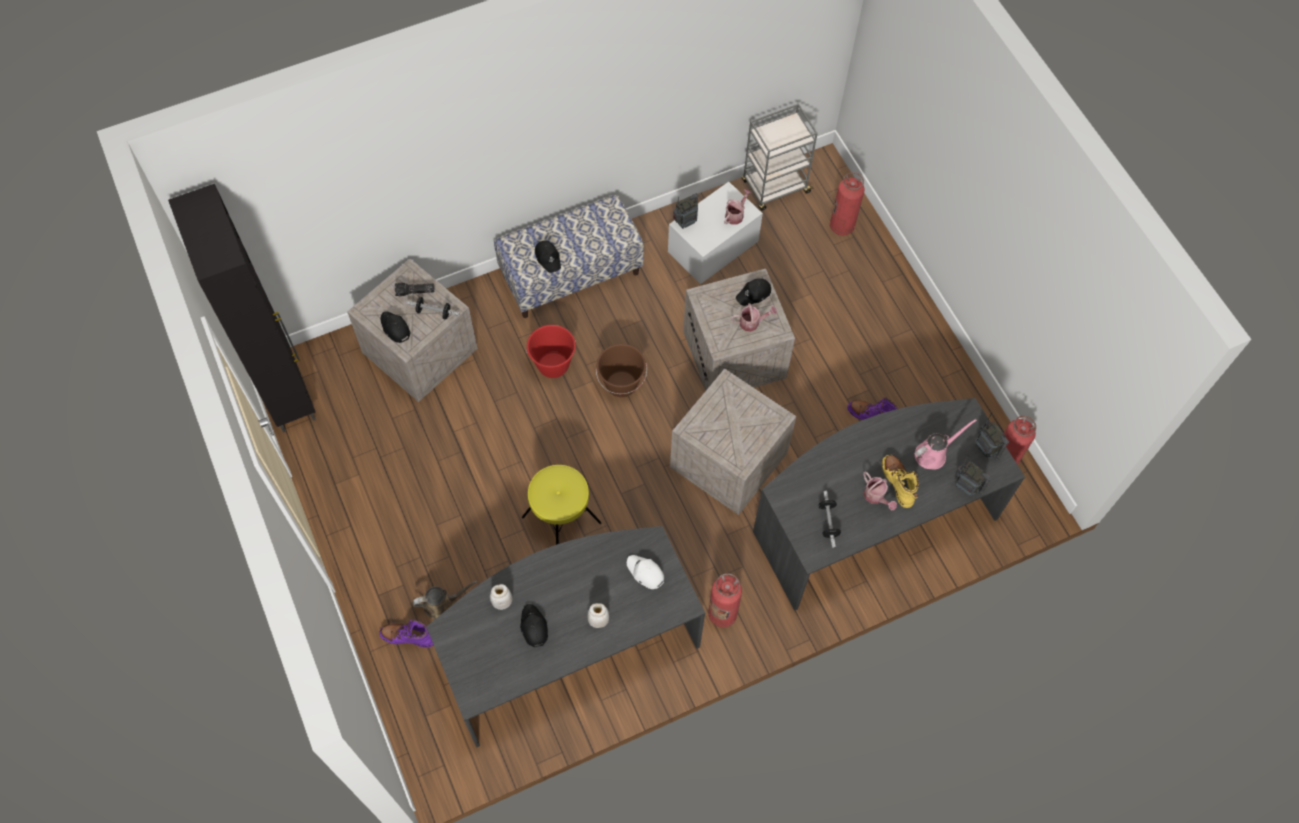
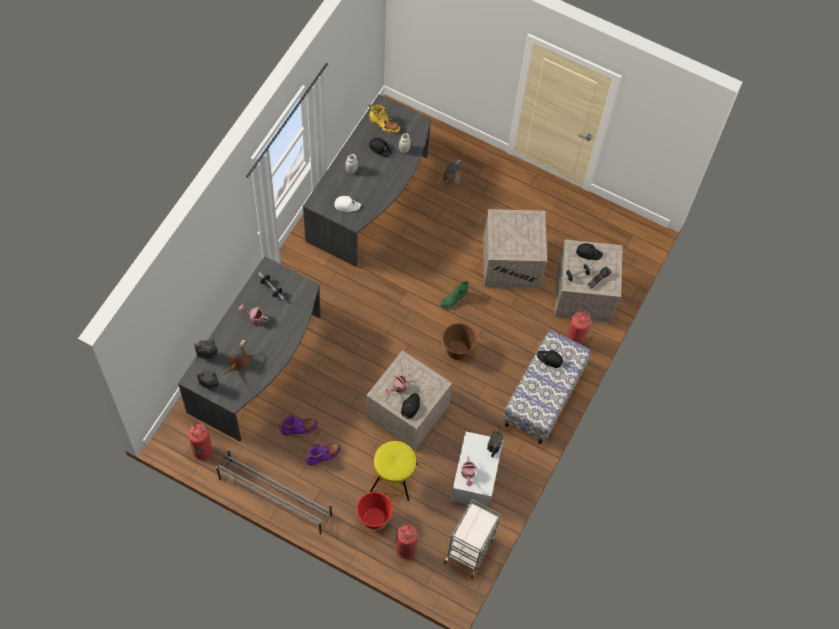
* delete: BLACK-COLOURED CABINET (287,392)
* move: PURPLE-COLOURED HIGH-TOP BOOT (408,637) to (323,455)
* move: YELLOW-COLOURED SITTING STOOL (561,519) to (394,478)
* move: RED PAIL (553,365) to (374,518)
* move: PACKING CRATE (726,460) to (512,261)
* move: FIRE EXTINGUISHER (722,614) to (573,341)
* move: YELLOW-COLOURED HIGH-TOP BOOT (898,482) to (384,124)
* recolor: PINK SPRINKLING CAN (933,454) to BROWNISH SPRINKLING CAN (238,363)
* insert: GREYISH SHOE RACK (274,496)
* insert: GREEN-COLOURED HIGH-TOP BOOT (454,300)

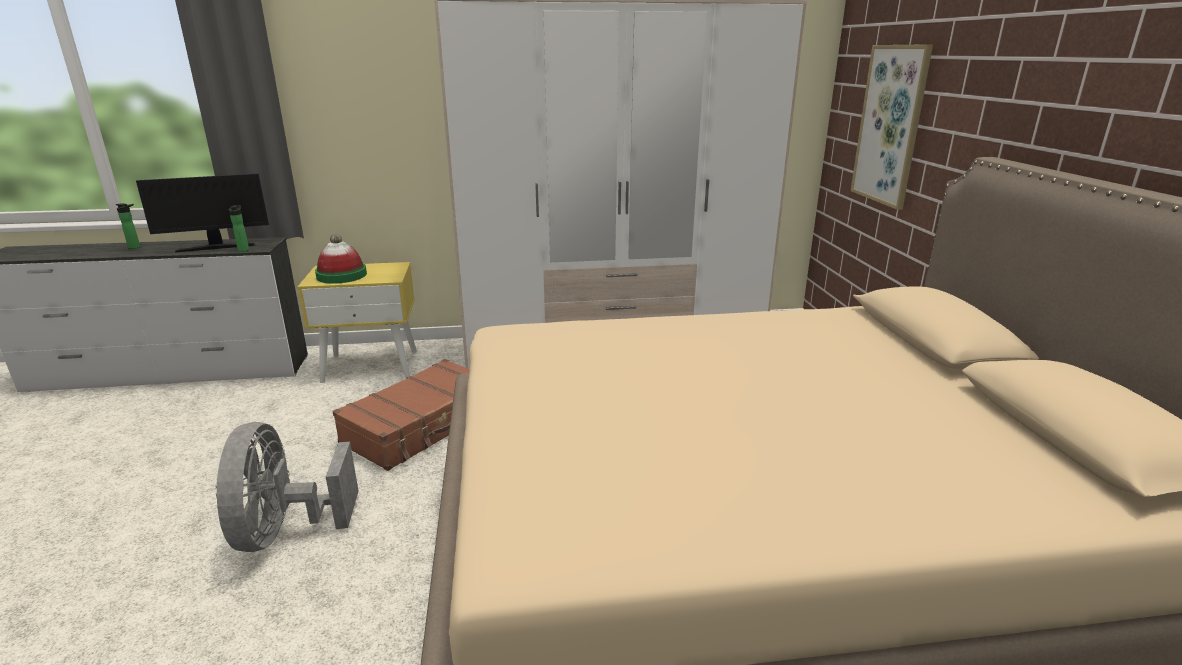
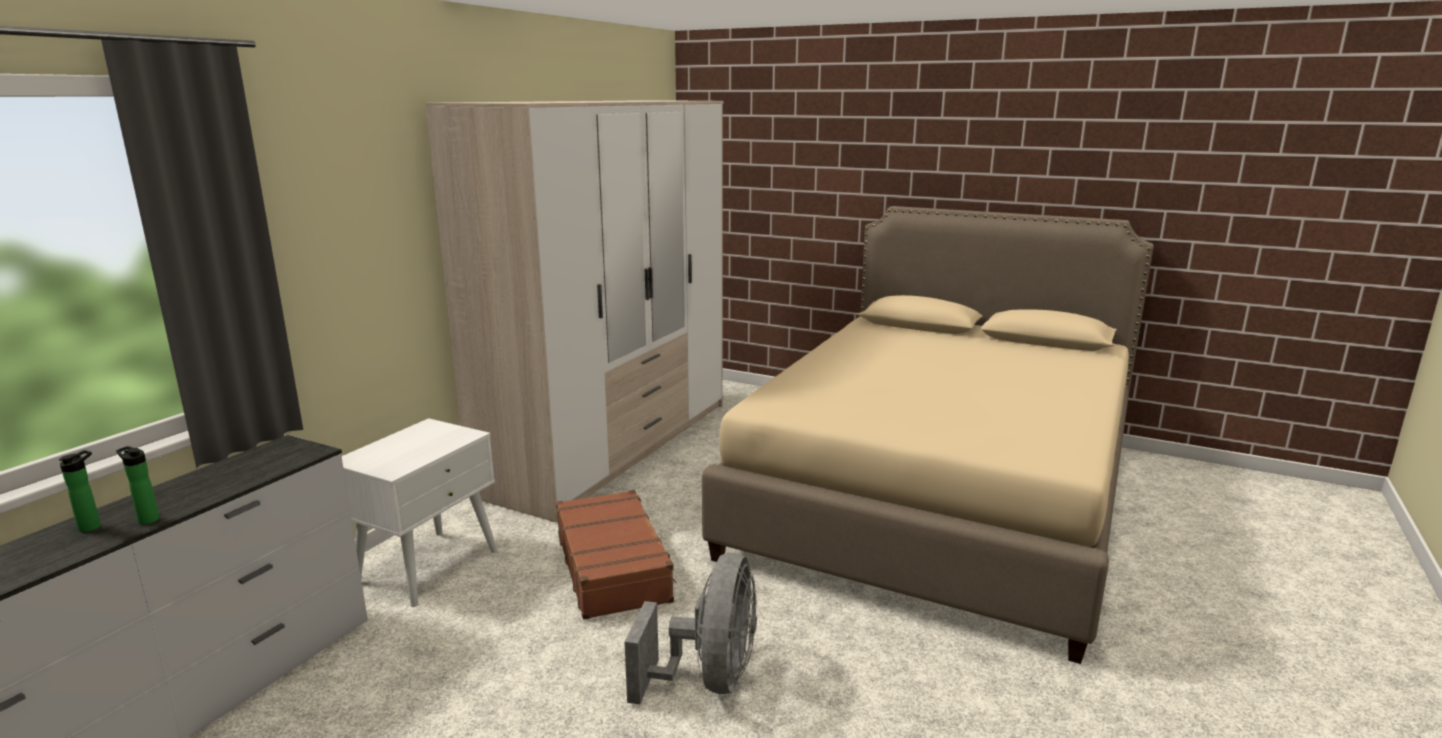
* delete: MONITOR (216,247)
* rotate: GREYISH COOLING FAN (285,531) = (709,678) 105 degrees counterclockwise
* move: BEVERAGE BOTTLE (244,250) to (147,519)
* recolor: YELLOW-COLOURED NIGHTSTAND (371,365) to WHITISH NIGHTSTAND (428,566)
* delete: WEARABLE HAT (341,275)
* delete: PICTURE (890,125)

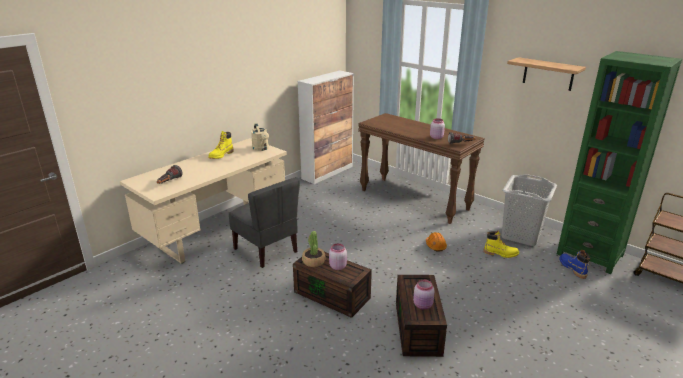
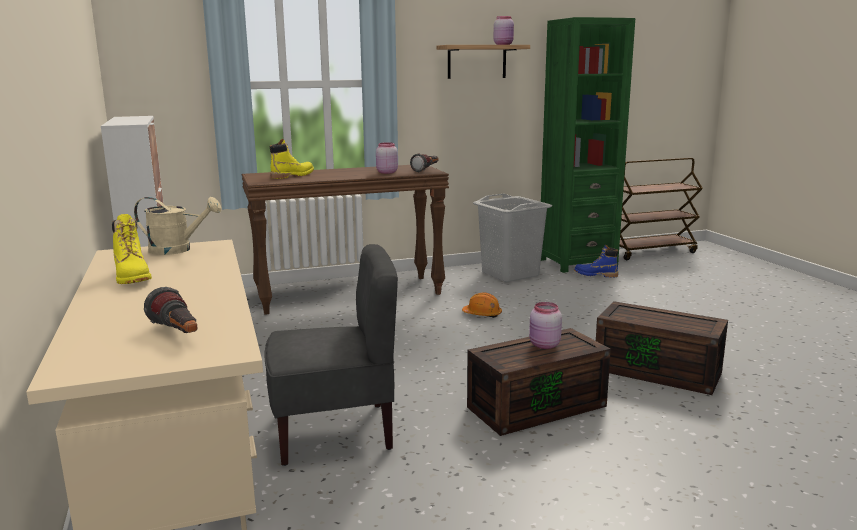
* delete: HOUSEPLANT (313,261)
* move: PINK STORAGE JAR (423,305) to (504,44)
* move: YELLOW-COLOURED HIGH-TOP BOOT (500,253) to (293,175)

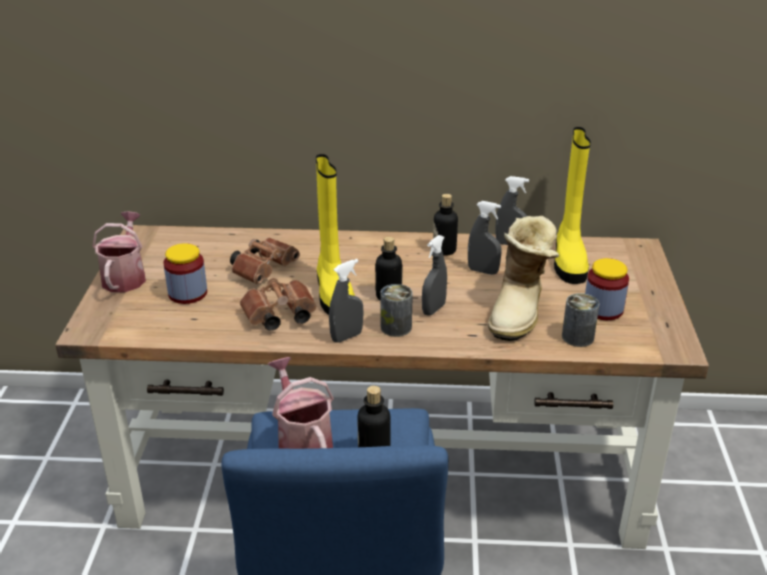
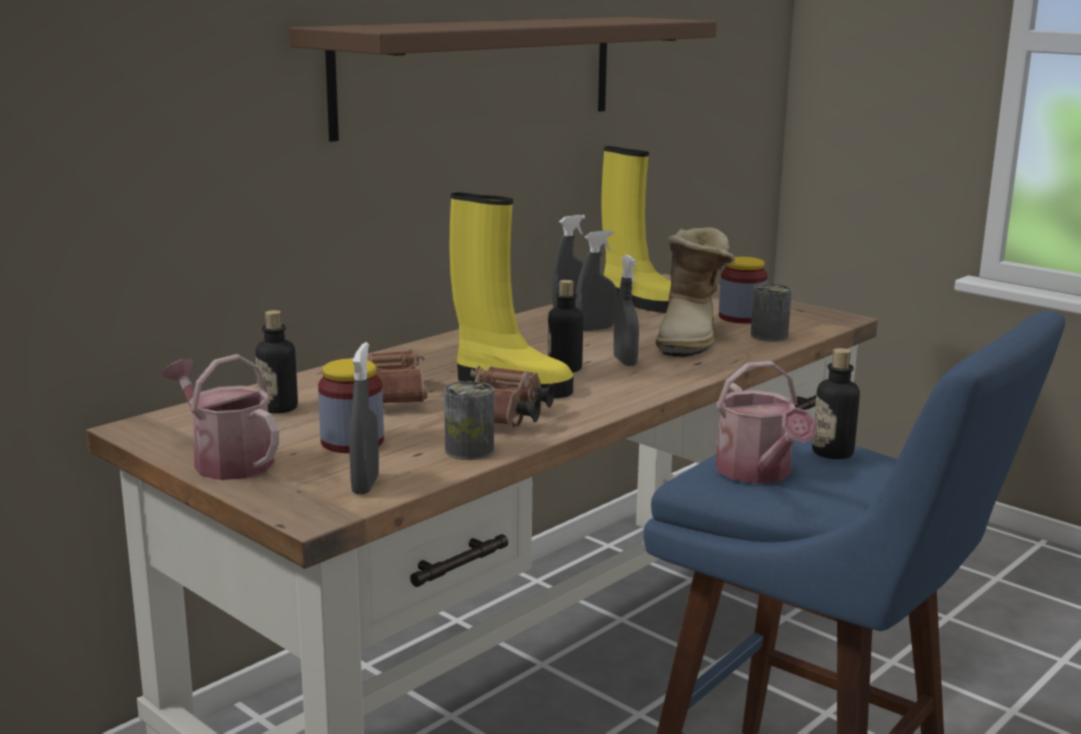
* rotate: SPRINKLING CAN (302,439) = (758,473) 120 degrees counterclockwise
* move: GREYISH SPRAY BOTTLE (347,336) to (365,485)
* move: METAL CAN (396,327) to (469,450)
* move: BEVERAGE BOTTLE (444,250) to (278,408)
* rotate: HIGH-TOP BOOT (520,311) = (692,338) 45 degrees clockwise
* insert: BROWNISH SHELF (480,73)

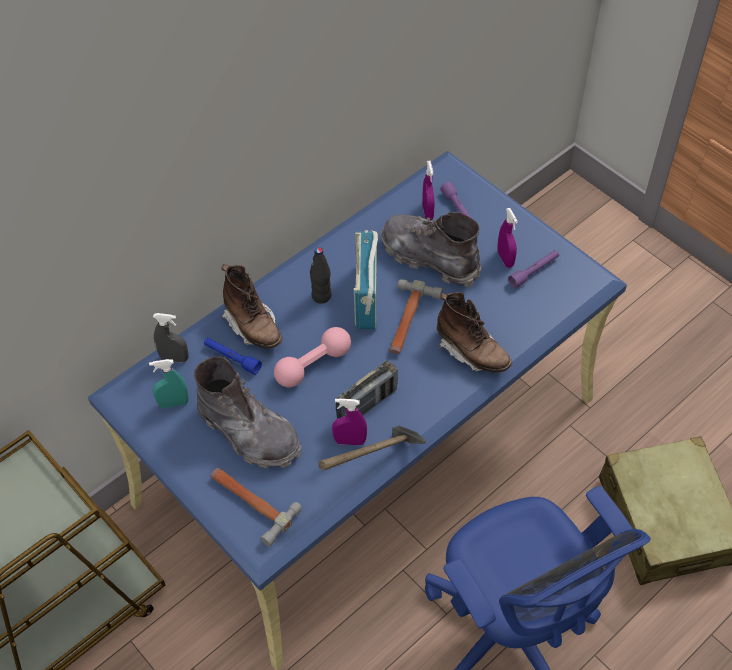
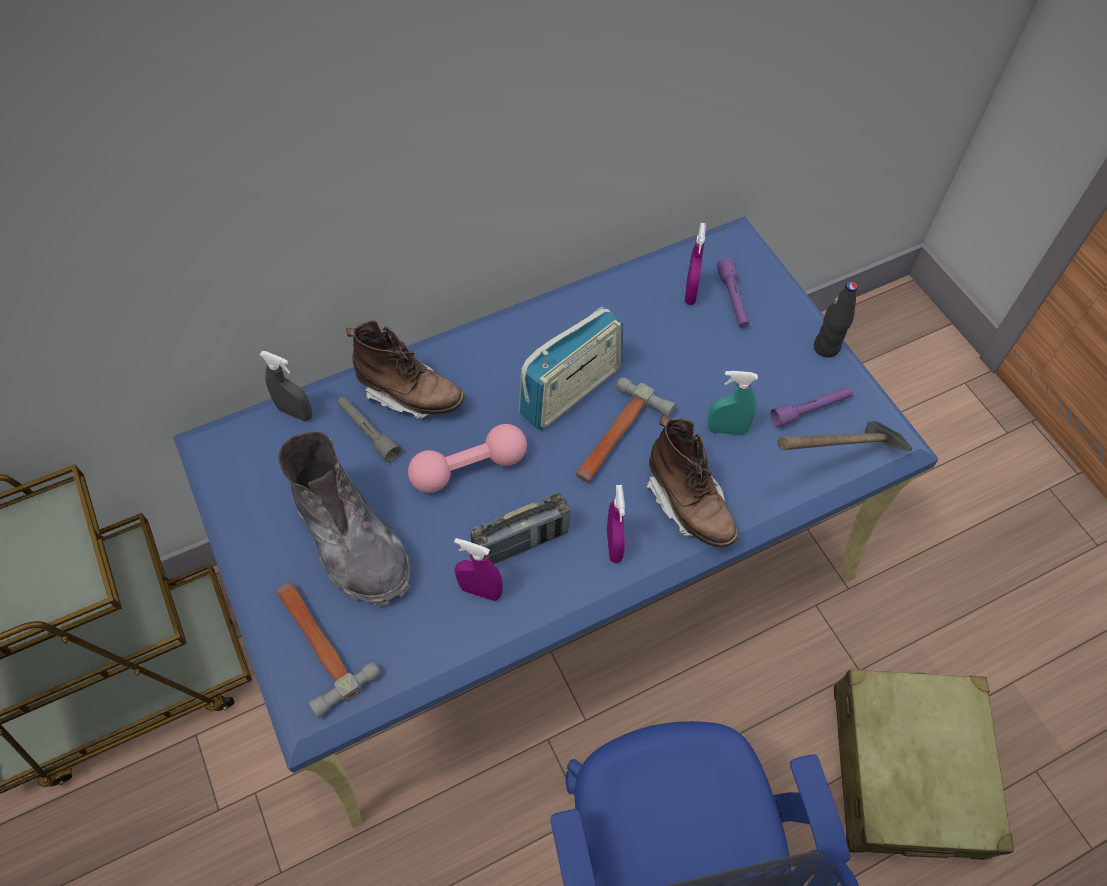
* move: BLUE-GREEN SPRAY BOTTLE (173,403) to (727,429)
* recolor: BLUISH TORCH (232,358) to GREYISH TORCH (368,432)
* rotate: BROWNISH HIGH-TOP BOOT (253,326) = (410,394) 45 degrees counterclockwise
* move: BLACK-COLOURED BEVERAGE BOTTLE (321,296) to (826,347)
* move: TOOL HAMMER (375,467) to (835,465)
* rotate: RADIO (366,297) = (571,391) 150 degrees counterclockwise
* delete: GREYISH HIGH-TOP BOOT (429,257)
* move: PURPLE-COLOURED SPRAY BOTTLE (505,259) to (614,545)

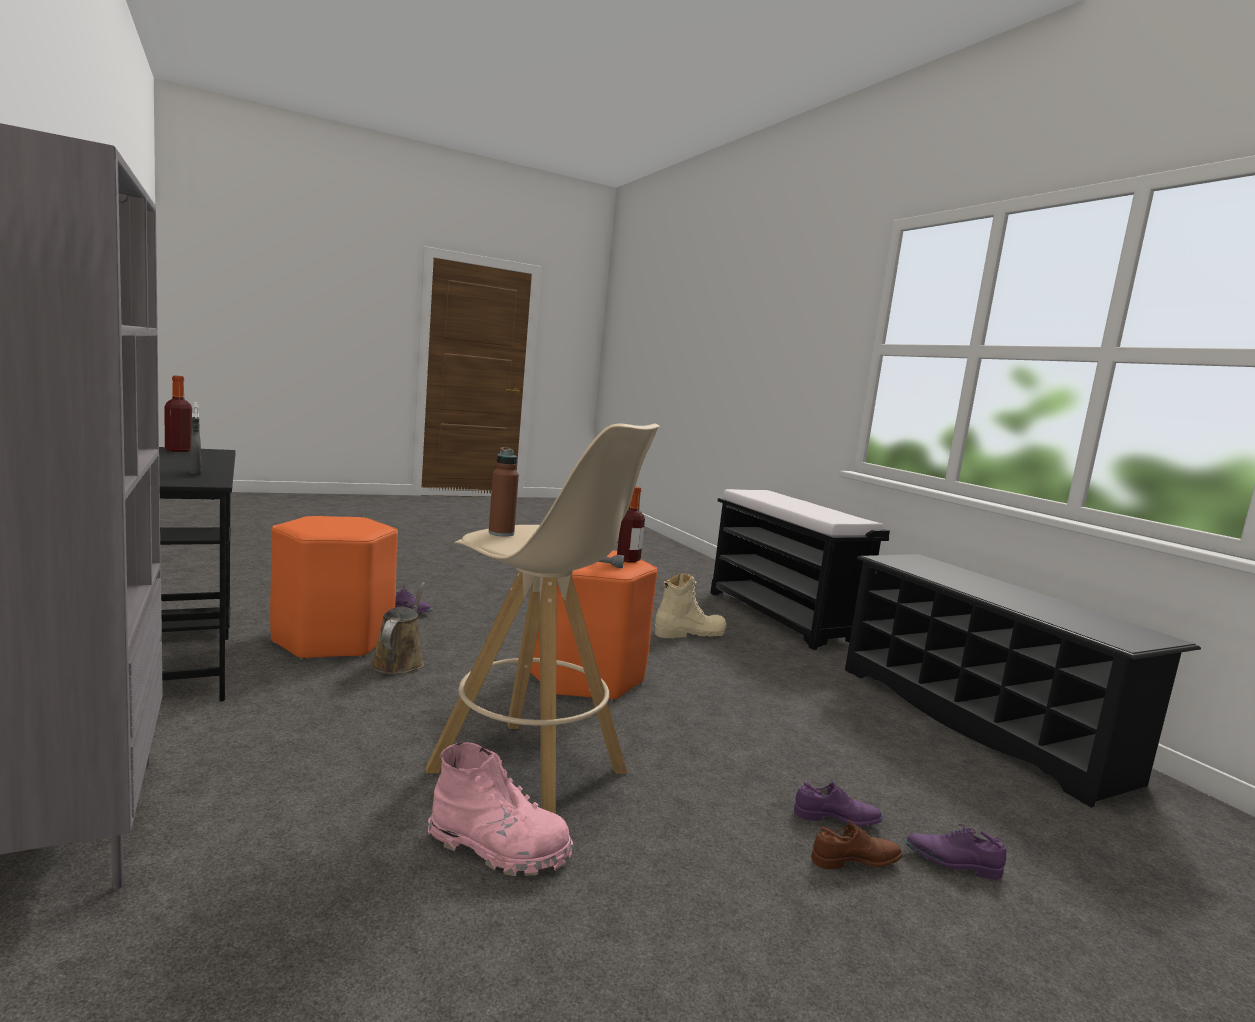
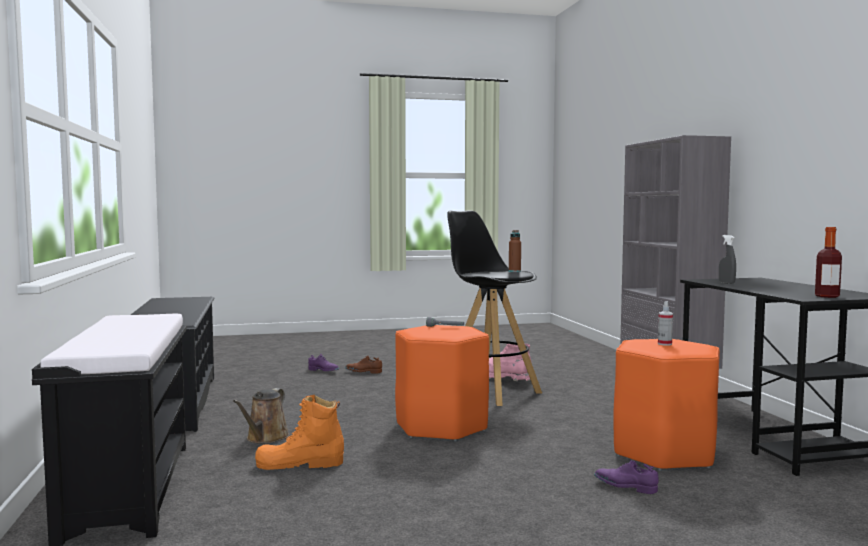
* move: BROWNISH SPRINKLING CAN (399,662) to (265,438)
* recolor: BEIGE SITTING STOOL (530,772) to BLACK-COLOURED SITTING STOOL (490,391)
* delete: BEVERAGE BOTTLE (628,560)
* recolor: BEIGE HIGH-TOP BOOT (689,633) to ORANGE HIGH-TOP BOOT (299,464)
* delete: PURPLE-COLOURED SHOE (836,819)
* insert: SPRAY BOTTLE (664,344)

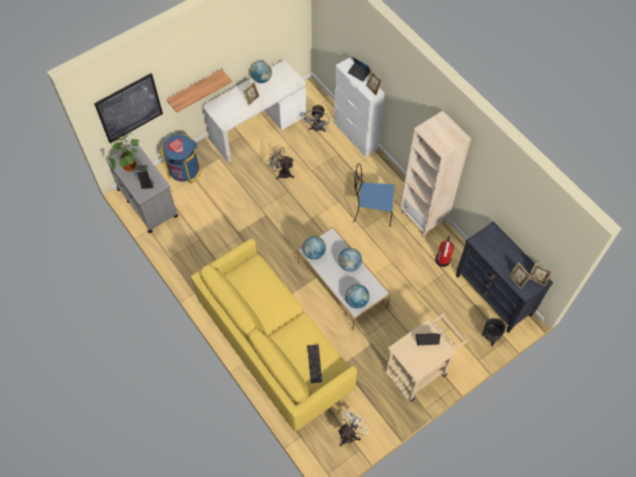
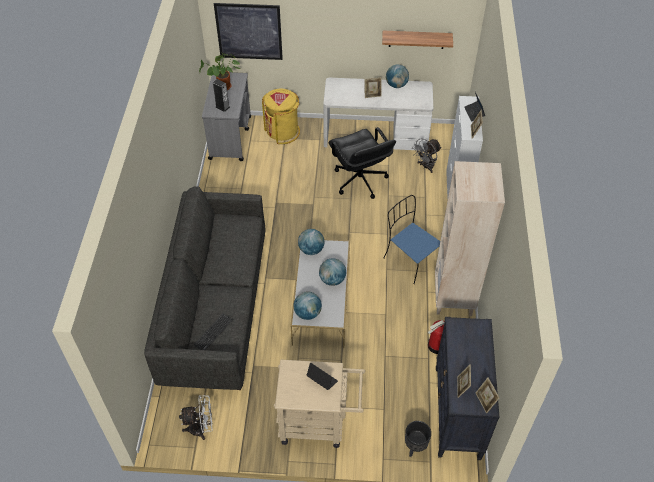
* recolor: BLUISH TRASH CAN (184,170) to YELLOW-COLOURED TRASH CAN (282,132)
* move: SHELF (195,89) to (416,39)
* recolor: YELLOW-COLOURED SOFA (274,345) to GREYISH SOFA (215,307)
* replace: GREYISH COOLING FAN (281,173) to BLACK-COLOURED DESK CHAIR (359,181)

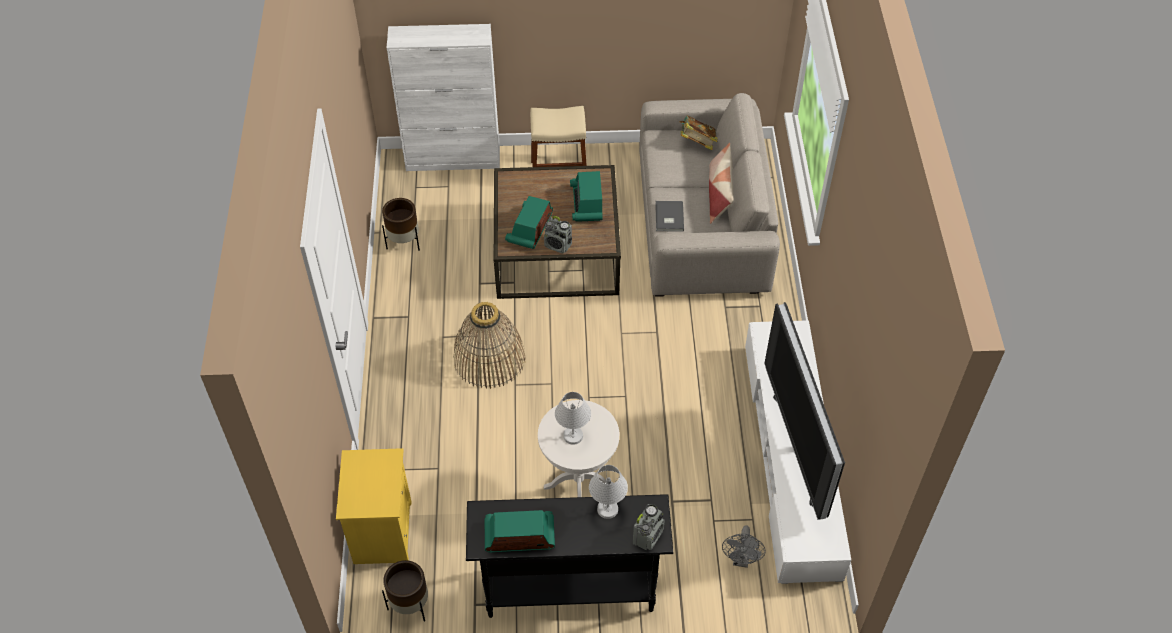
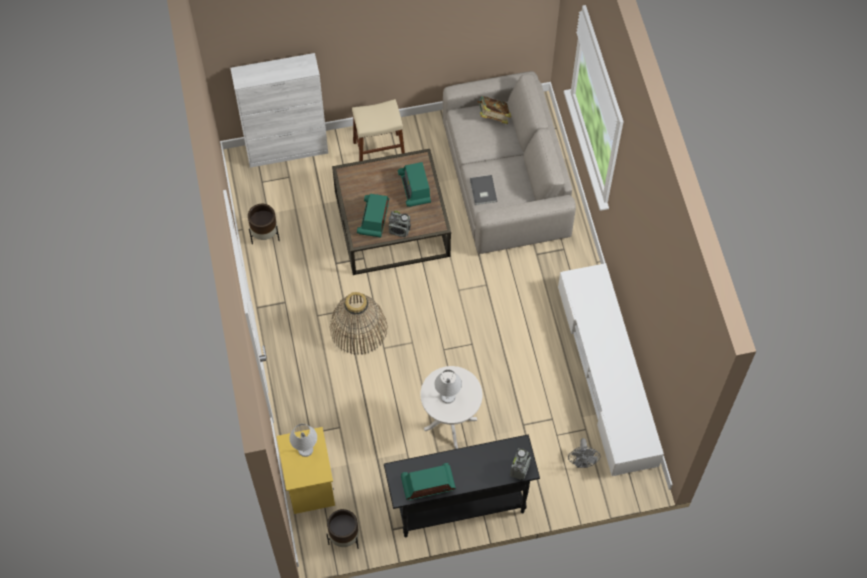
* move: WHITISH TABLE LAMP (607,509) to (305,449)
* delete: PILLOW (719,194)
* delete: TV (803,447)

